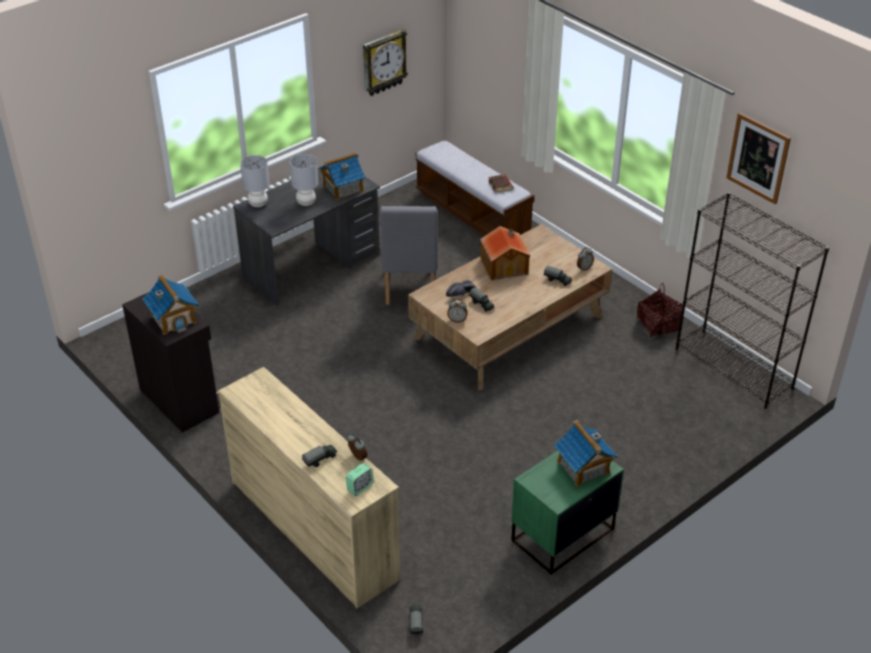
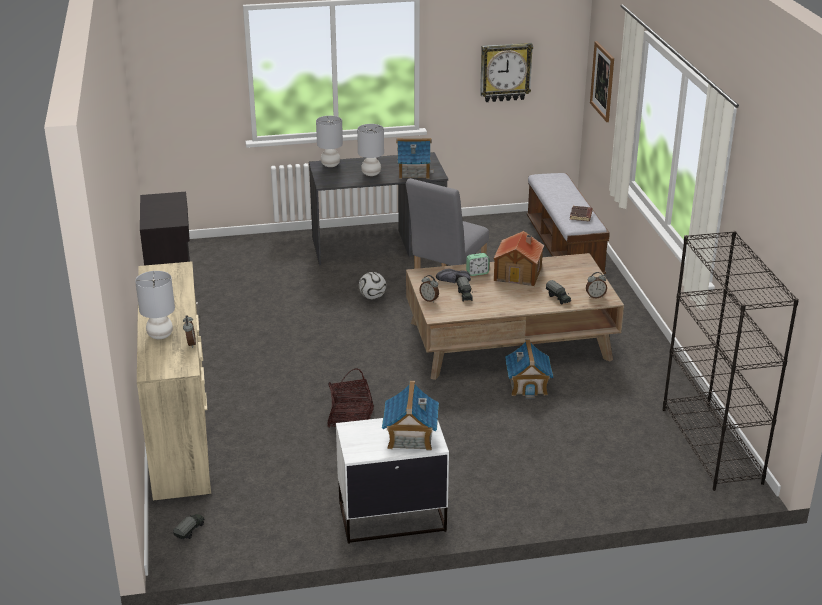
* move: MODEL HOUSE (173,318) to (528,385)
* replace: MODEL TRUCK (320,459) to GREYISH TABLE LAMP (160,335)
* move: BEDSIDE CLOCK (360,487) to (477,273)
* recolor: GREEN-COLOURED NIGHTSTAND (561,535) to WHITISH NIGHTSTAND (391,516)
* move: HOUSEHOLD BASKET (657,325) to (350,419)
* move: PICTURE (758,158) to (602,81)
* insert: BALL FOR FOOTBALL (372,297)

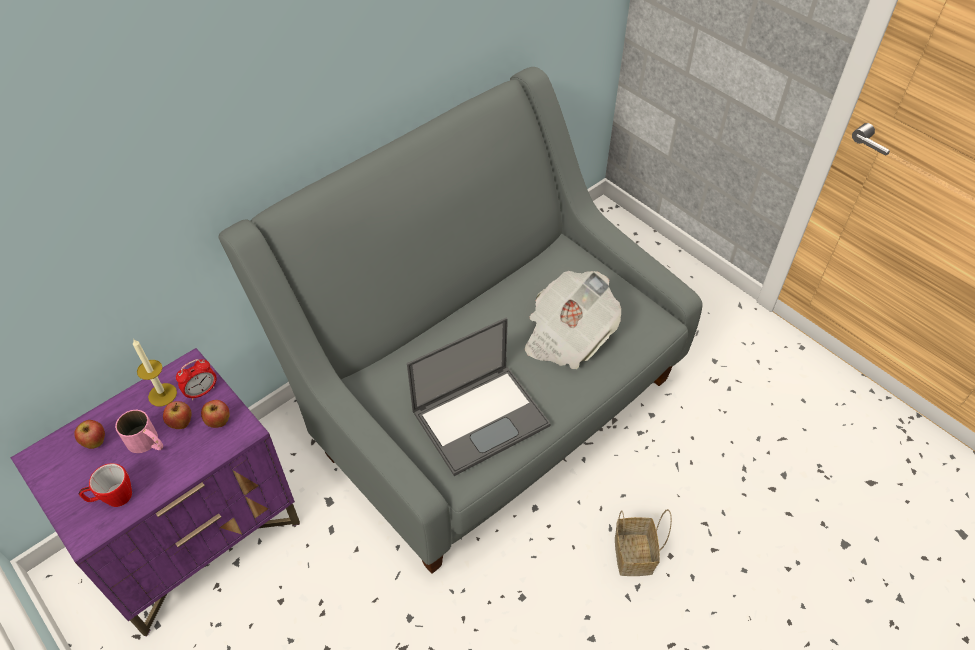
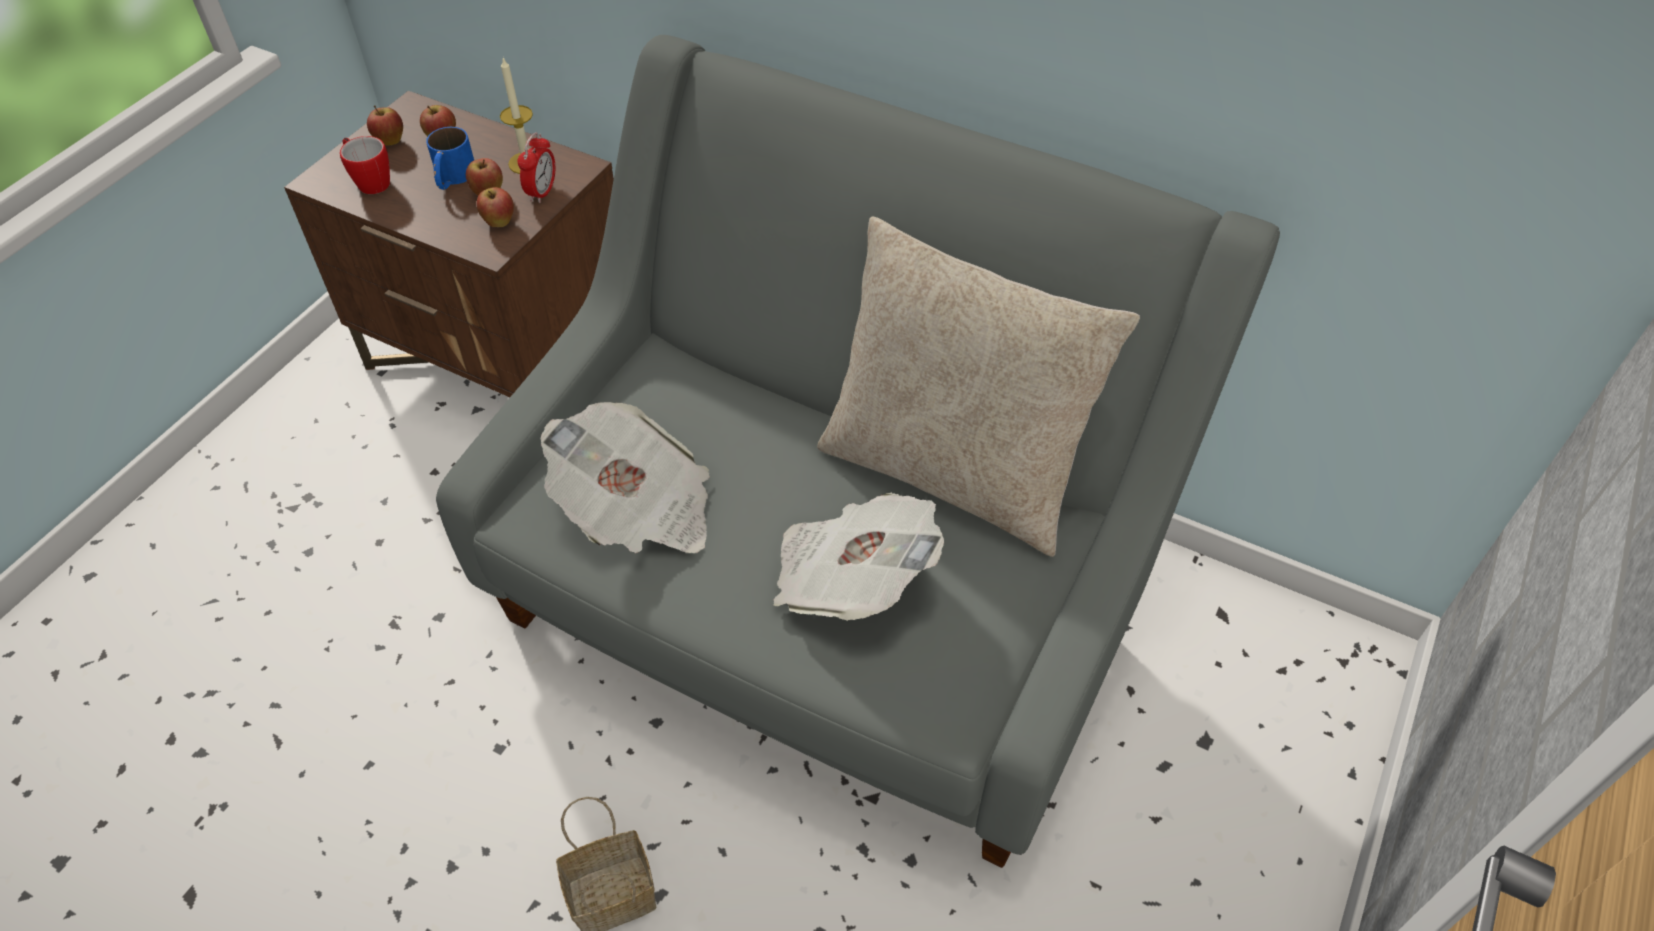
* recolor: PURPLE-COLOURED NIGHTSTAND (197,534) to BROWNISH NIGHTSTAND (504,358)
* recolor: PINK MUG (148,443) to BLUISH MUG (452,178)
* rotate: BEDSIDE CLOCK (202,391) = (542,192) 105 degrees counterclockwise
* replace: PORTABLE COMPUTER (481,417) to NEWSPAPER (637,509)
* insert: APPLE (390,142)
* insert: BEIGE PILLOW (953,471)

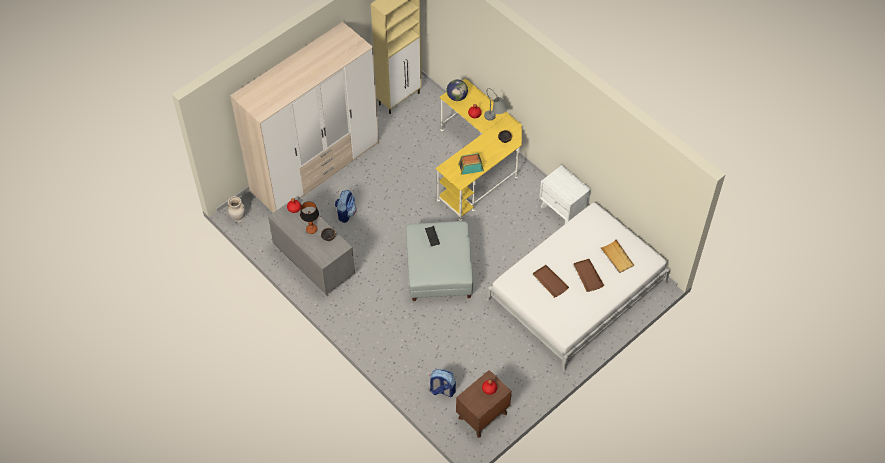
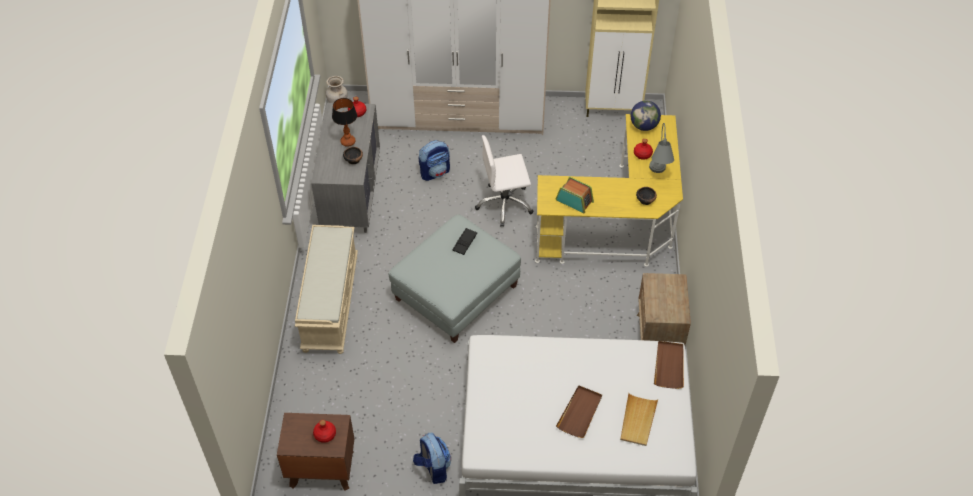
* move: BACKPACK (442,390) to (433,468)
* move: BROWNISH SERVING TRAY (550,282) to (669,365)
* recolor: WHITISH NIGHTSTAND (563,210) to BROWNISH NIGHTSTAND (658,335)
* insert: BEIGE BENCH (330,302)
* insert: WHITISH DESK CHAIR (504,204)

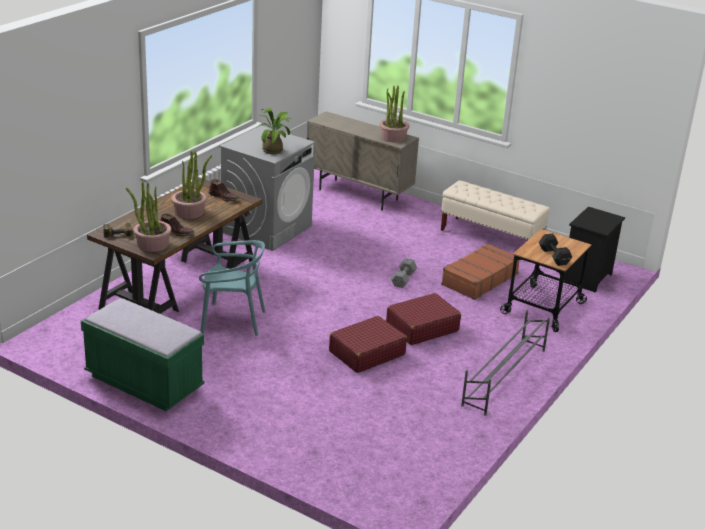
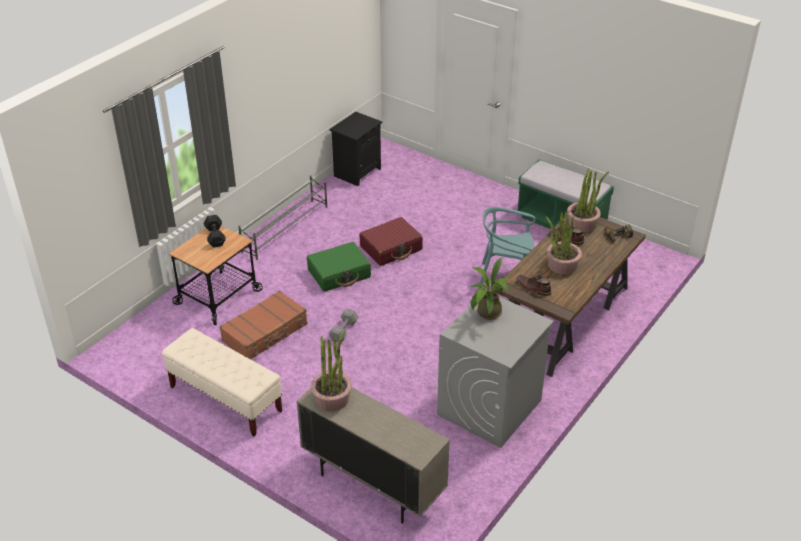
* recolor: RED SUITCASE (422,327) to GREEN-COLOURED SUITCASE (339,274)
* move: BLACK-COLOURED NIGHTSTAND (587,278) to (357,172)

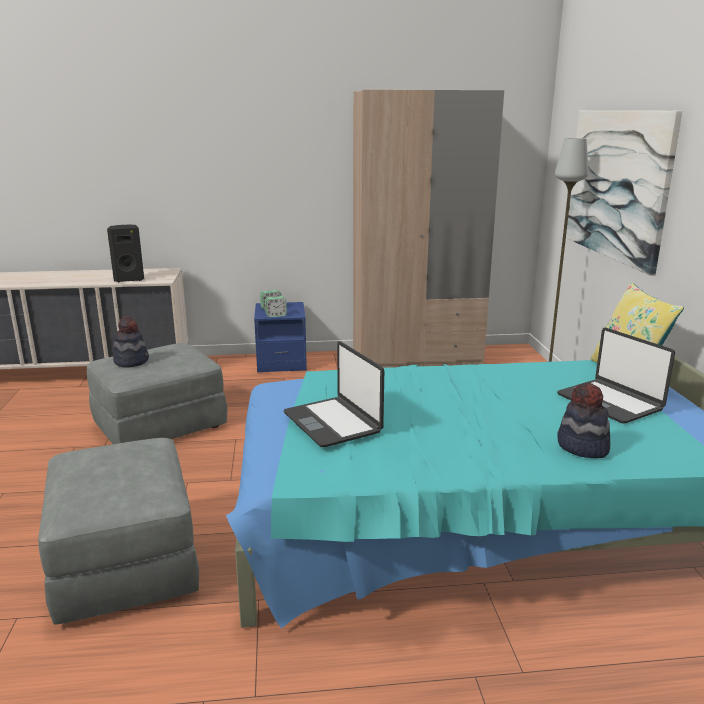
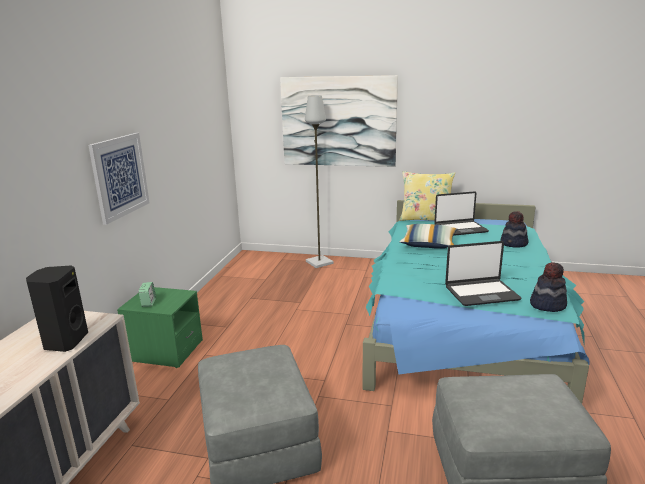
* move: WEARABLE HAT (131,361) to (547,304)
* recolor: BLUISH NIGHTSTAND (281,362) to GREEN-COLOURED NIGHTSTAND (166,351)
* delete: BEDSIDE CLOCK (276,315)
* delete: BEIGE ARMOIRE (416,361)
* insert: PICTURE (120,176)
* insert: PILLOW (428,244)

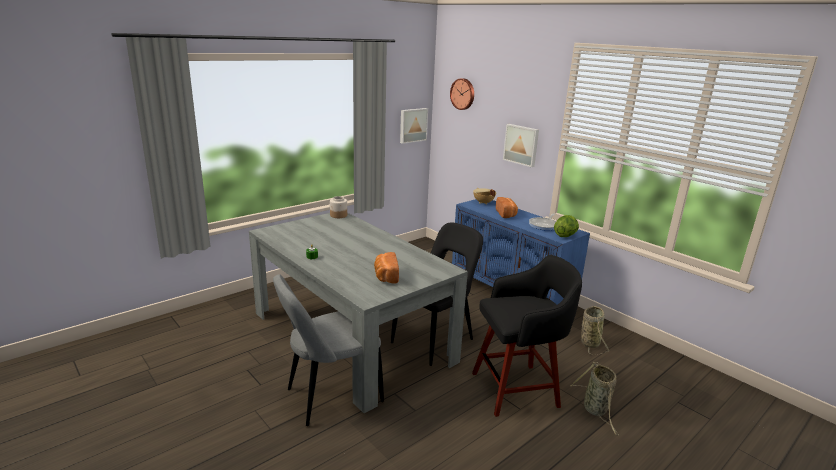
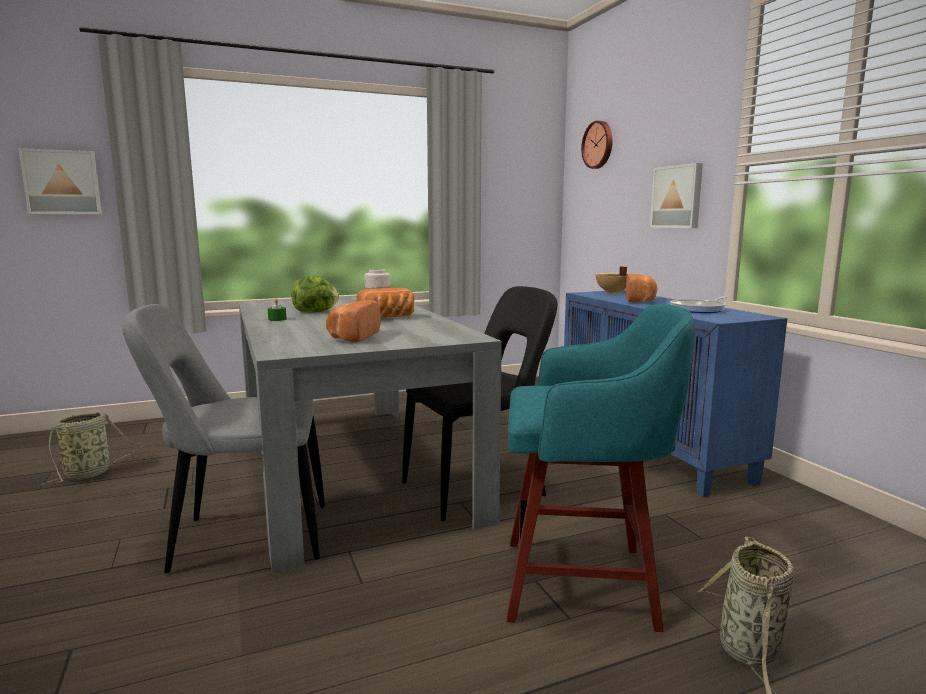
* move: PICTURE (412,125) to (62,182)
* recolor: BLACK-COLOURED SITTING STOOL (517,389) to BLUE-GREEN SITTING STOOL (584,583)
* move: LETTUCE (565,236) to (315,312)
* move: HOUSEHOLD BASKET (589,342) to (91,473)
* insert: BREAD (388,318)

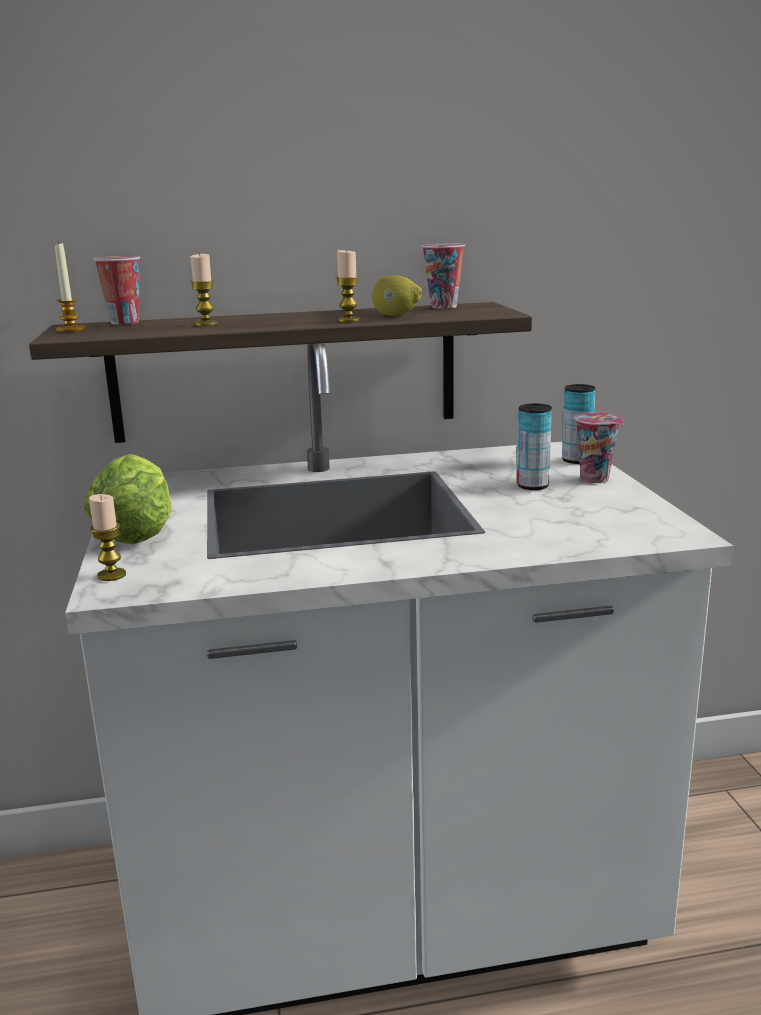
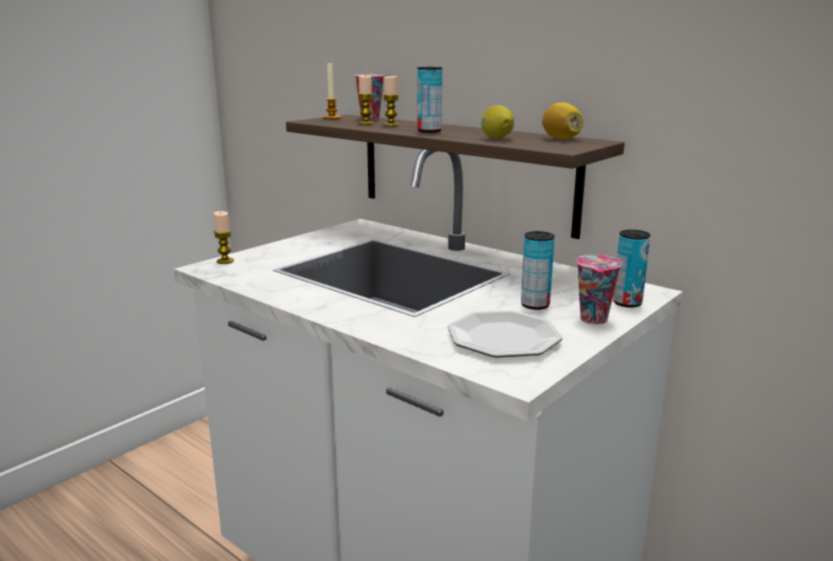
* delete: LETTUCE (137,531)
* move: WAX LIGHT (348,320) to (366,123)
* replace: DRINKING CUP (444,307) to CITRUS FRUIT (561,138)
* insert: METAL CAN (429,131)
* insert: PLATE (502,338)

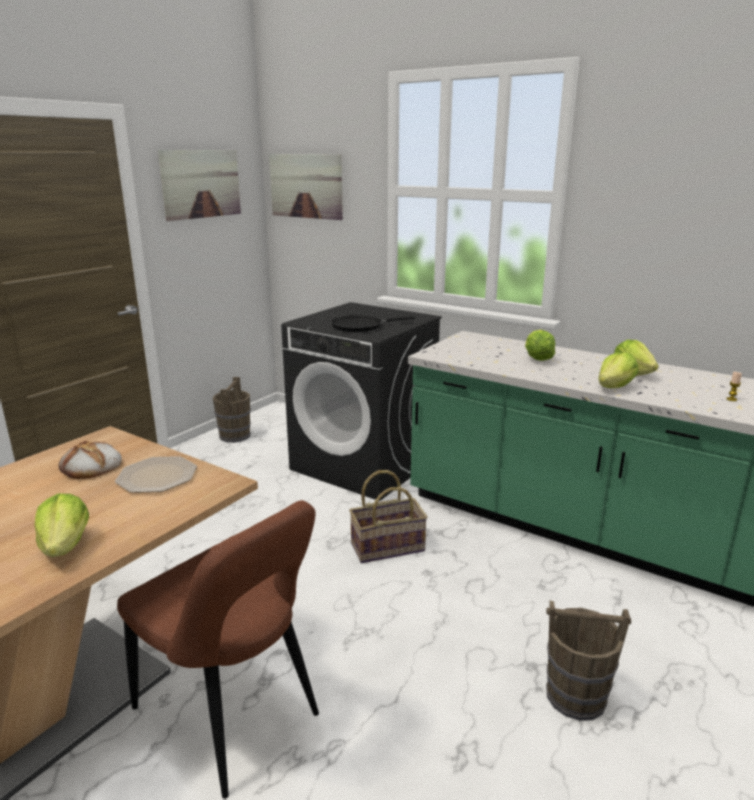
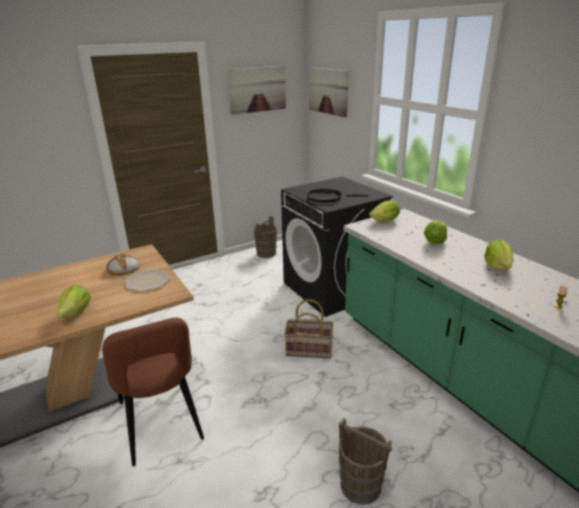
* move: LETTUCE (615,387) to (385,221)

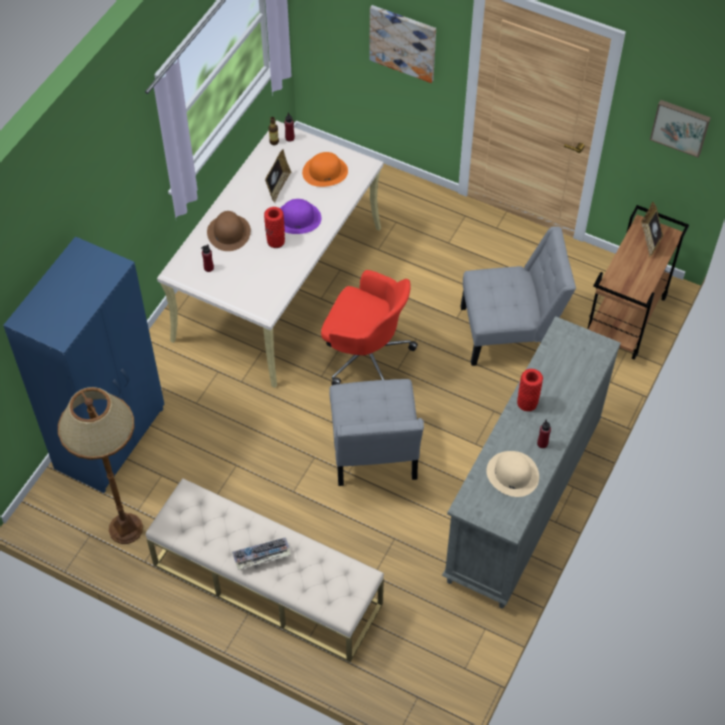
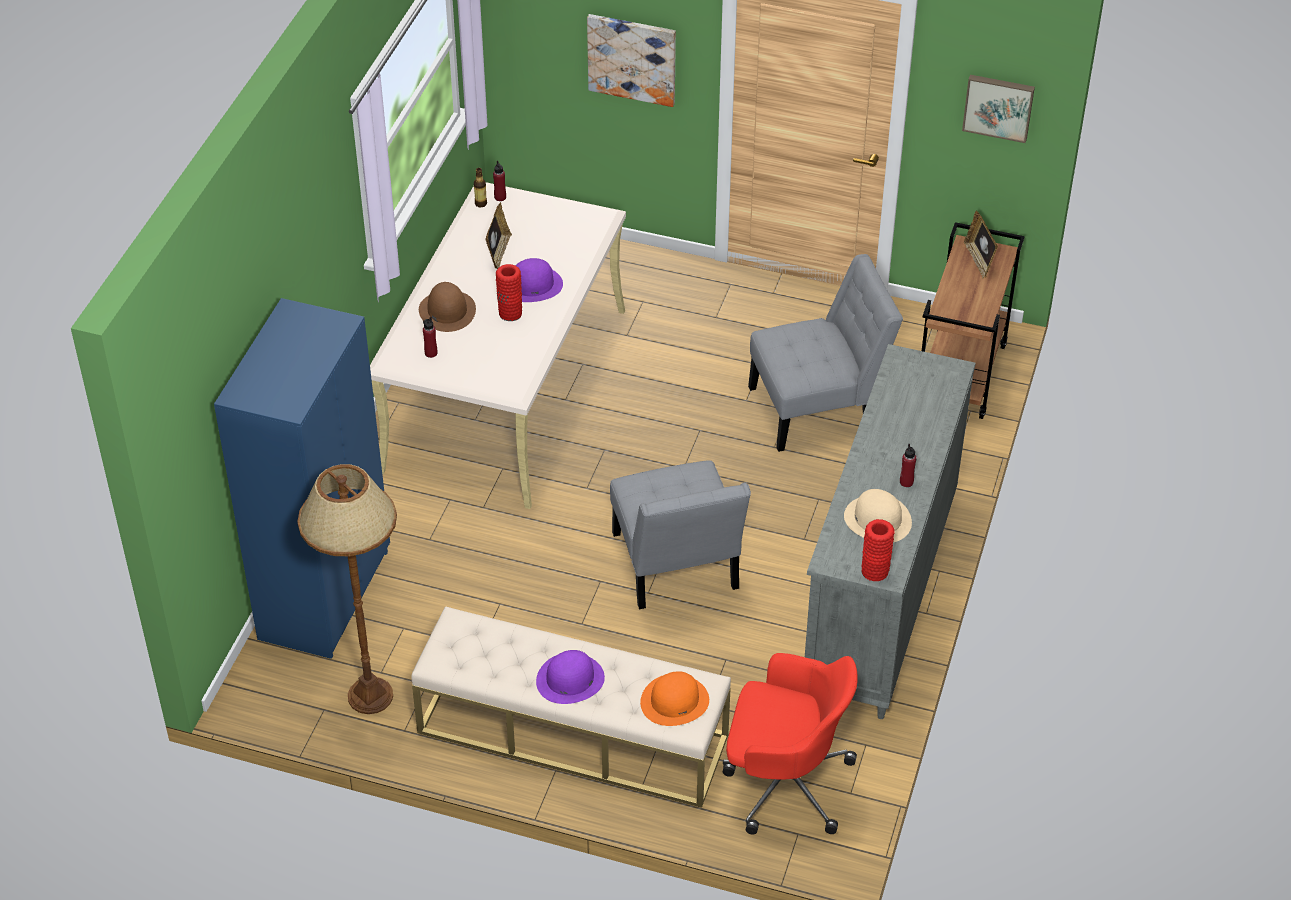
* replace: PC KEYBOARD (261,557) to PURPLE-COLOURED WEARABLE HAT (570,679)
* move: ORANGE WEARABLE HAT (325,171) to (675,701)
* move: RED DESK CHAIR (366,355) to (784,782)
* move: RED FLOWER VASE (527,403) to (875,571)

